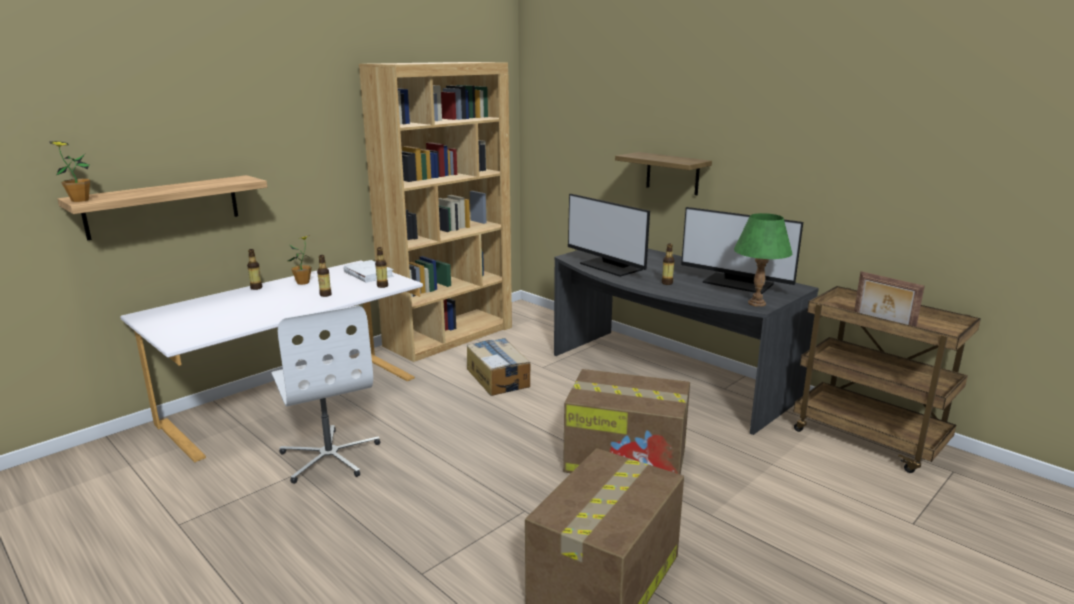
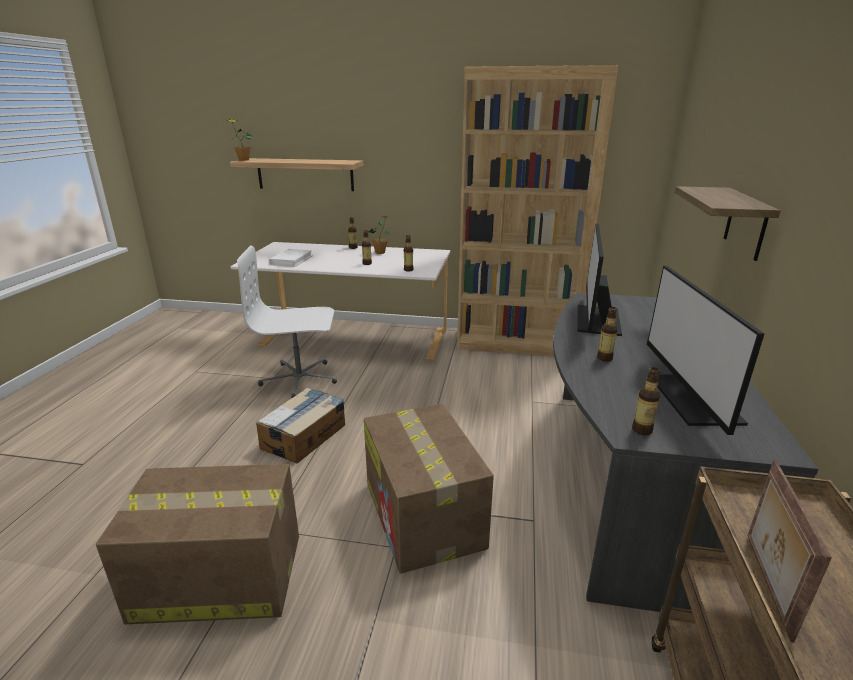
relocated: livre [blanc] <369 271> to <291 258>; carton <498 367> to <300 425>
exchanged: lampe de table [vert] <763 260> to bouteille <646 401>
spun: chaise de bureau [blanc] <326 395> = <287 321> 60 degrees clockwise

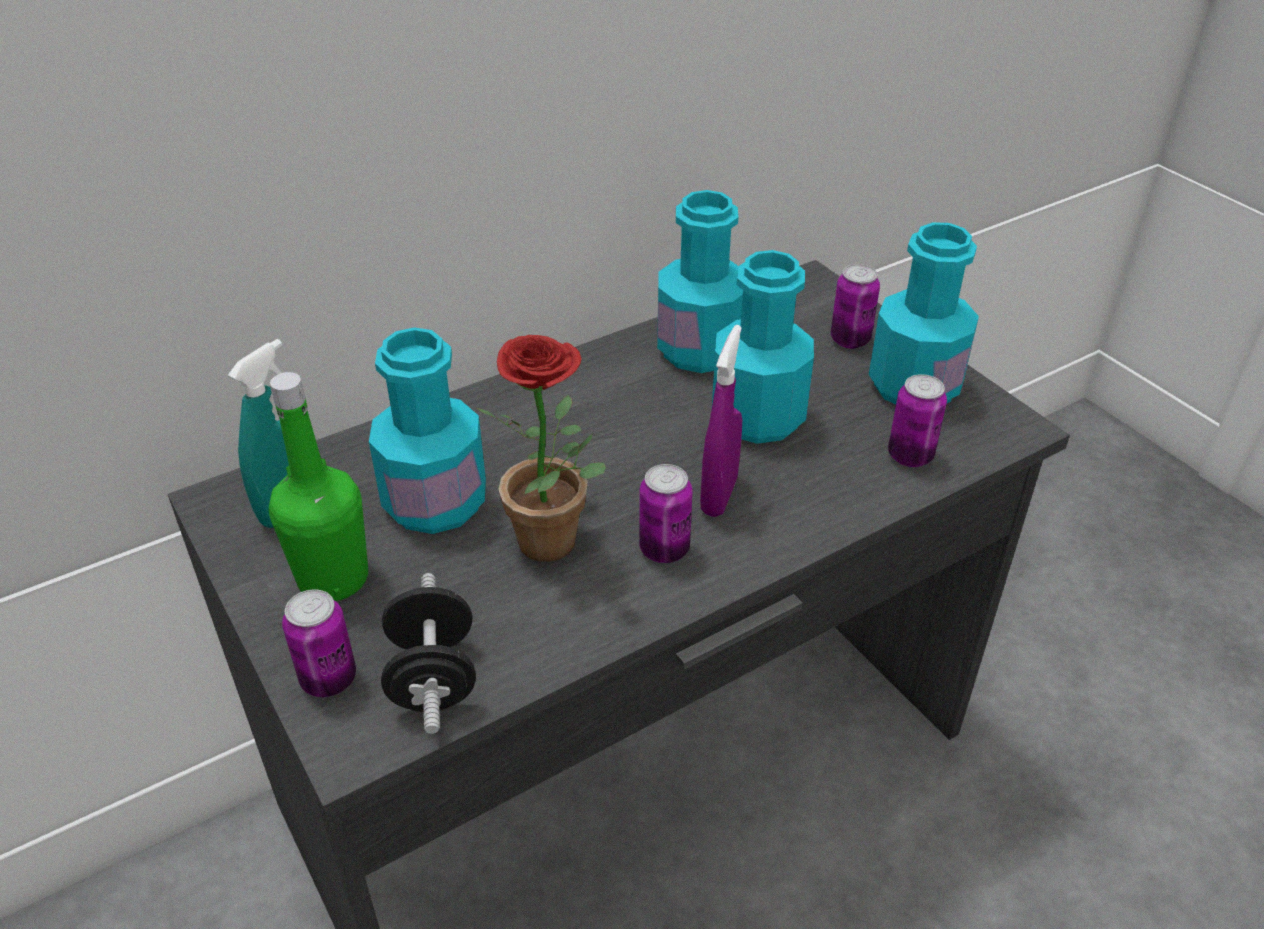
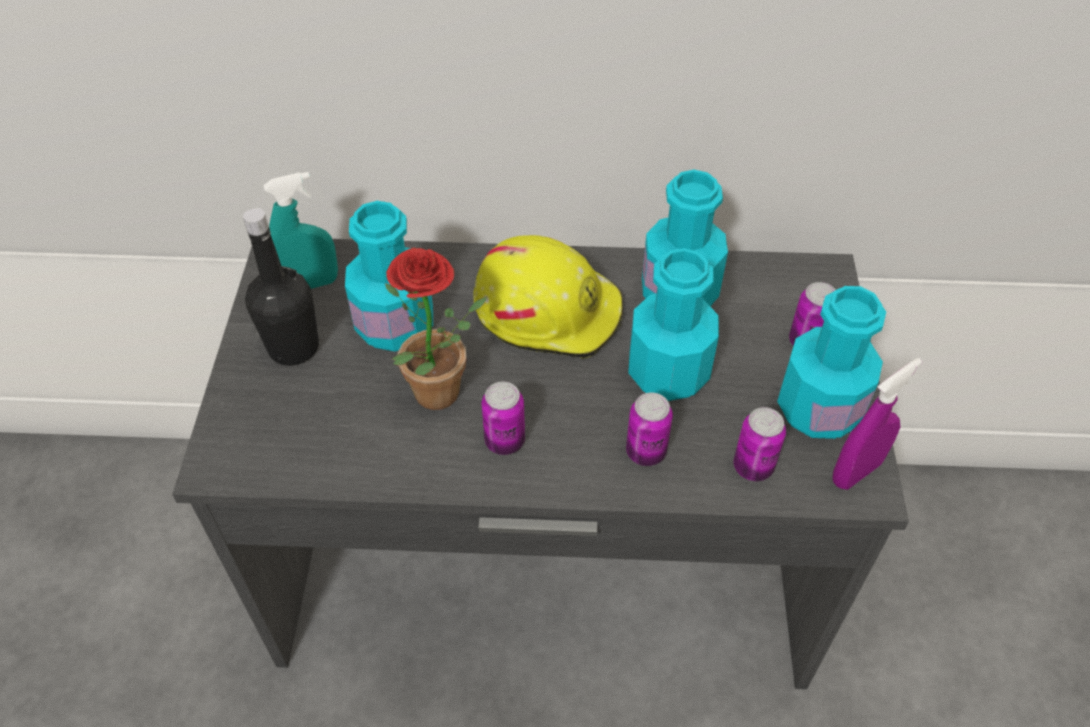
missing: haltère [noir] <428 653>
appeared: casque de chantier [jaune] <548 297>
relocated: boîte métallique <319 643> to <649 429>; vaporisateur [violet] <721 421> to <877 424>
colour: bouteille [vert] <318 486> to bouteille [noir] <281 287>

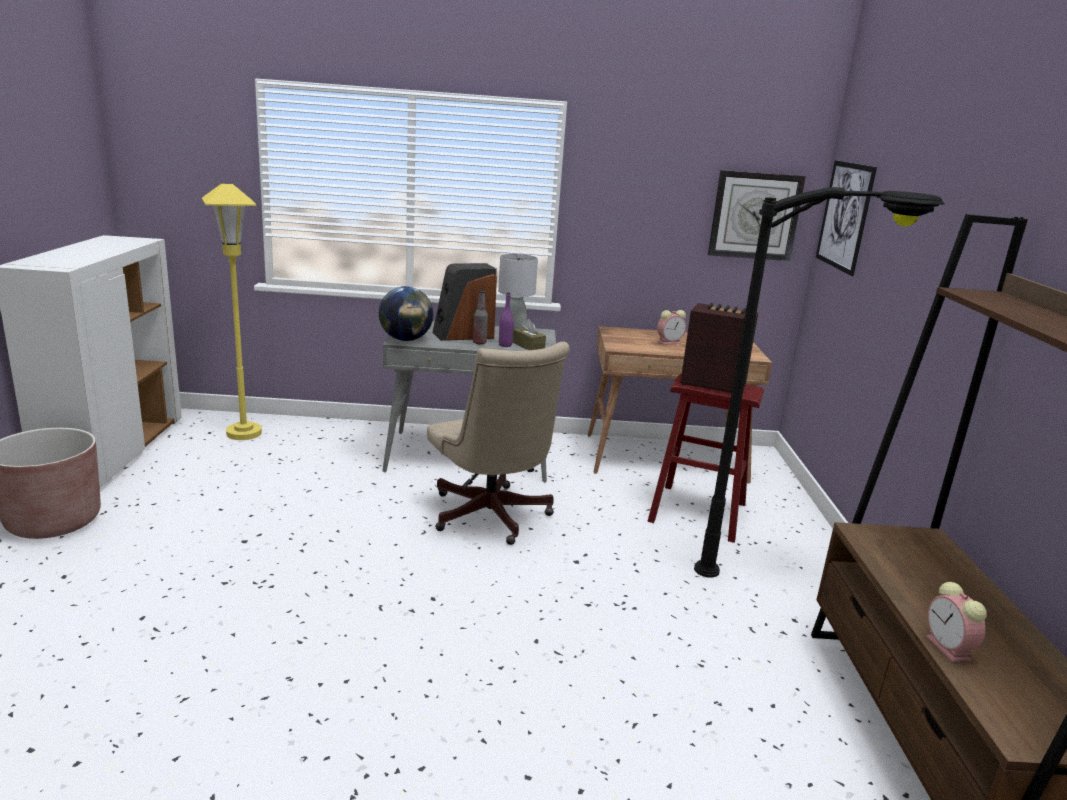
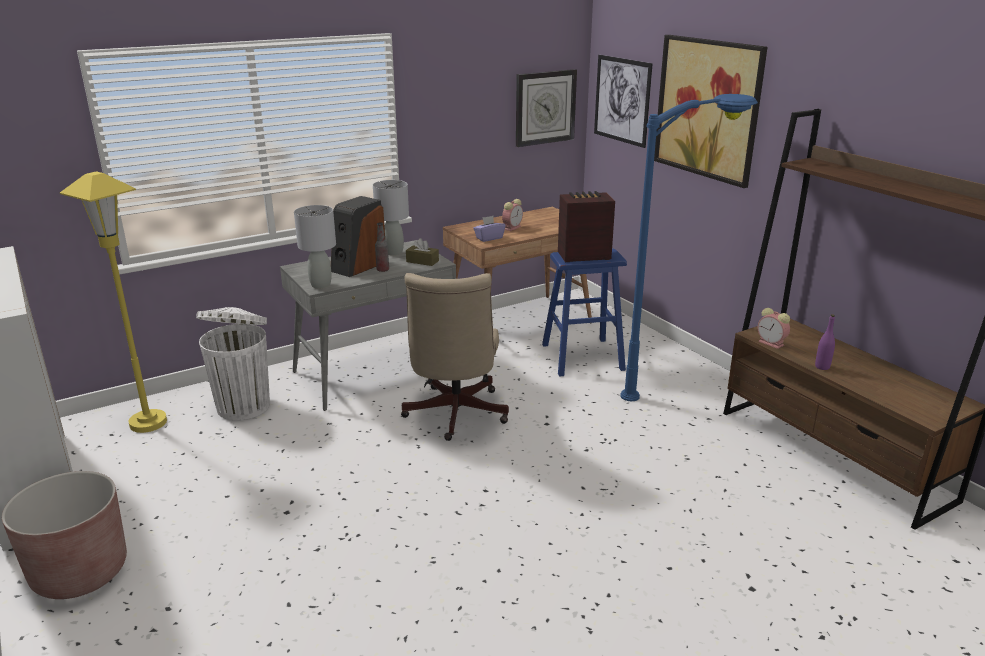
appeared: poubelle [blanc] <233 363>; boîte à mouchoirs [violet] <489 229>; tableau <711 111>
relocated: bouteille [violet] <506 319> to <825 342>; réveil <956 622> to <774 328>
exchanged: globe <406 313> to lampe de table [gris] <315 247>
colour: tabouret [rouge] <706 458> to tabouret [bleu] <584 313>; lampadaire [noir] <819 382> to lampadaire [bleu] <689 247>
spun: chaise de bureau [beige] <498 443> = <455 357> 60 degrees clockwise

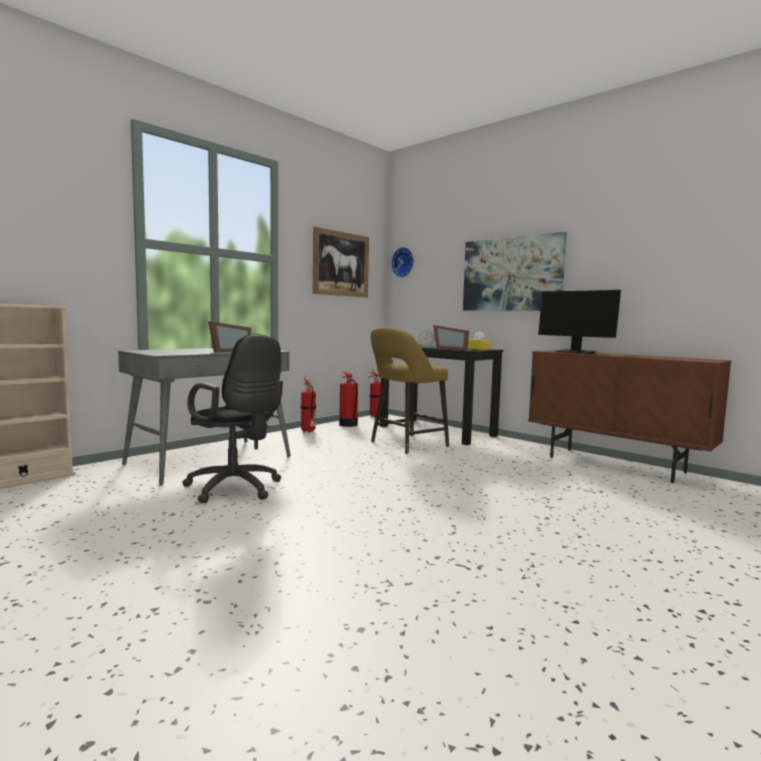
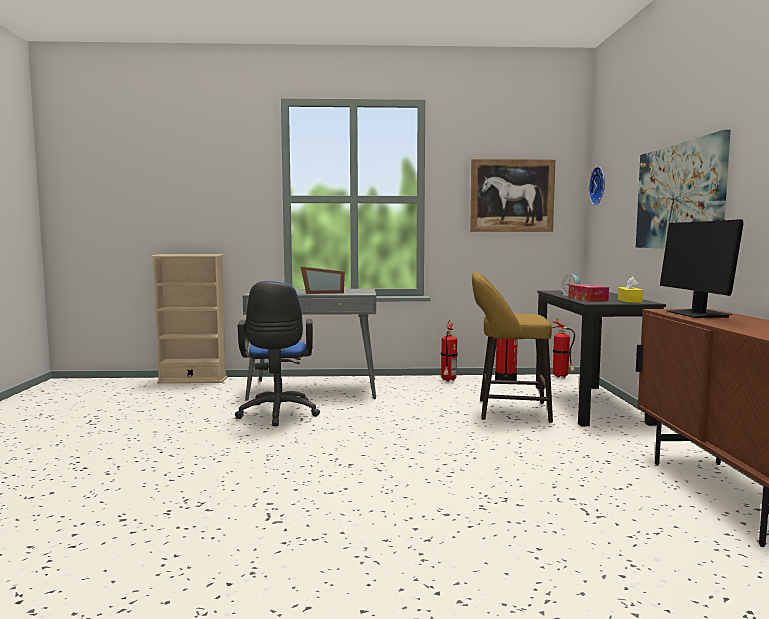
exchanged: cadre photo <451 337> to boîte à mouchoirs <588 293>
colour: chaise de bureau [noir] <232 418> to chaise de bureau [bleu] <277 353>

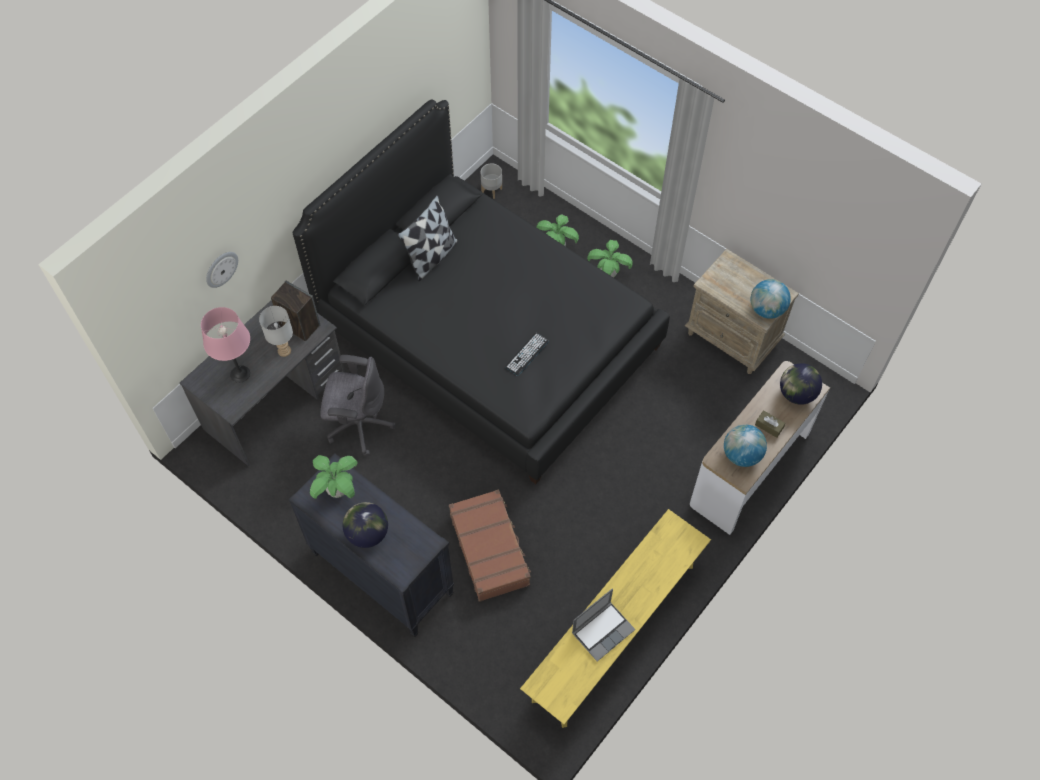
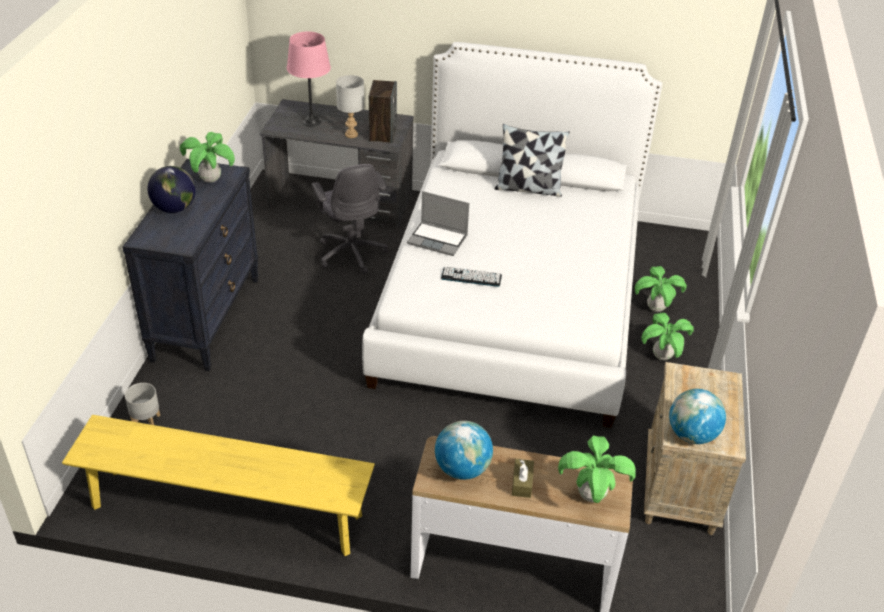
missing: horloge murale <222 270>; valise [marron] <490 545>
relocated: cache-pot [gris] <491 181> to <142 404>; ordinateur portable <603 625> to <438 223>
exchanged: globe <801 384> to plante en pot <597 469>
colour: lit [noir] <481 291> to lit [blanc] <512 235>

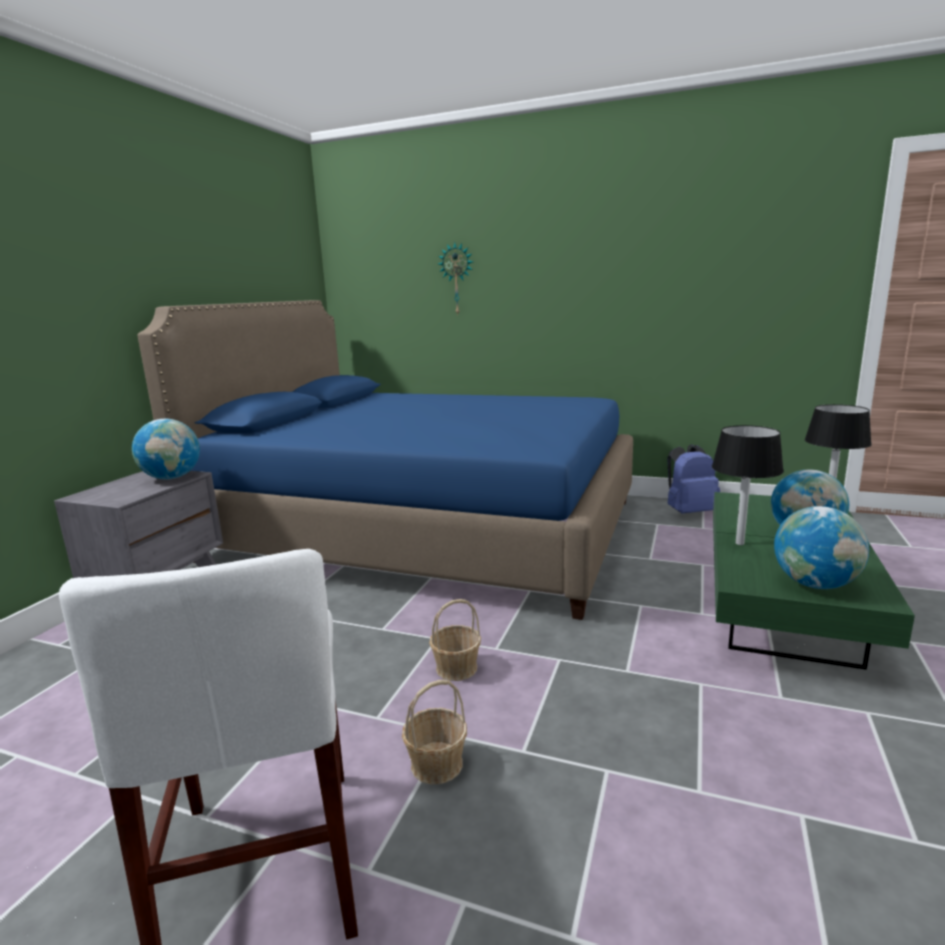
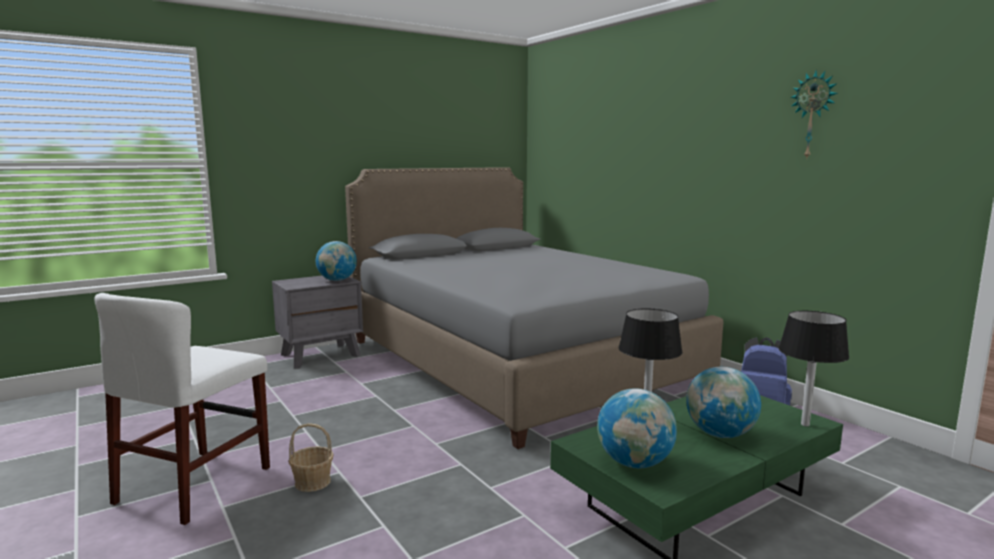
missing: panier <455 640>
relocated: horloge murale <455 278> to <814 115>
colour: lit [bleu] <385 460> to lit [gris] <534 308>

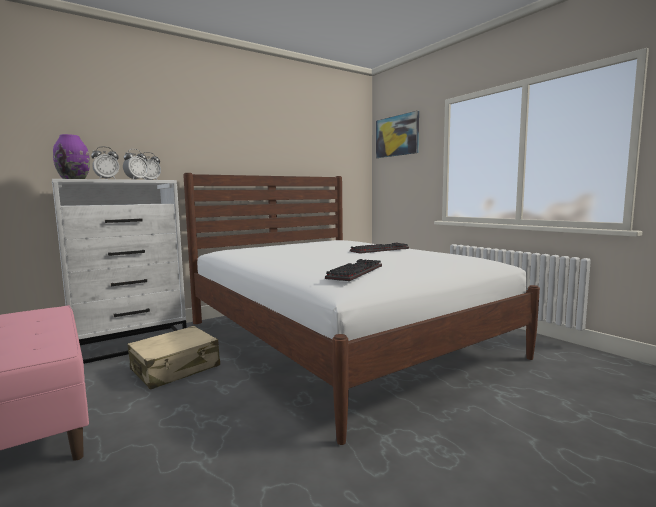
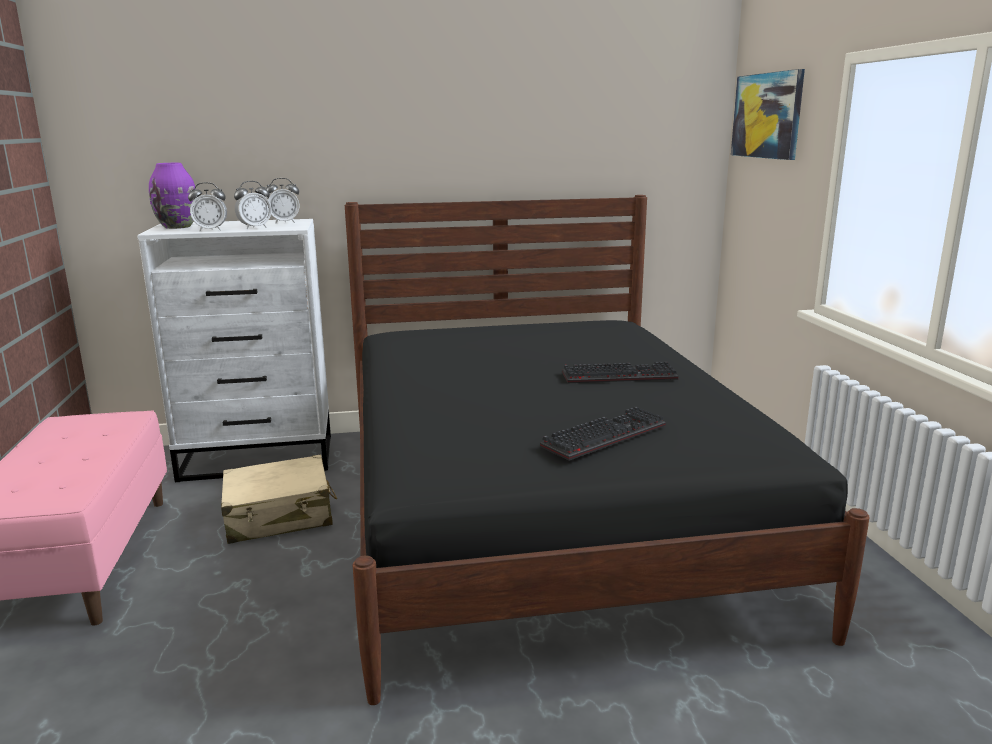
relocated: clavier <353 270> to <603 433>
colour: lit [blanc] <361 309> to lit [noir] <607 450>

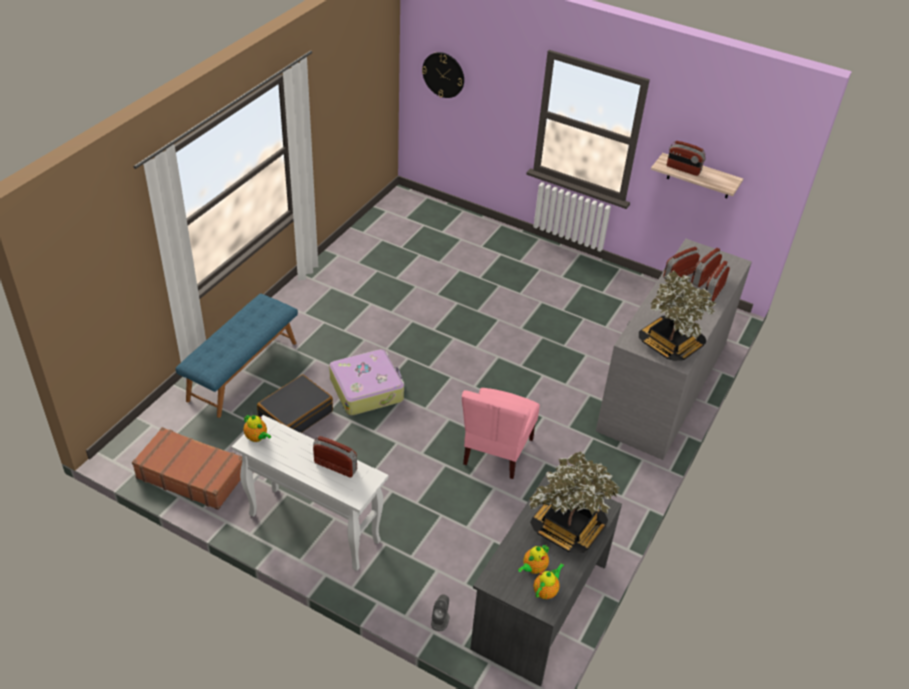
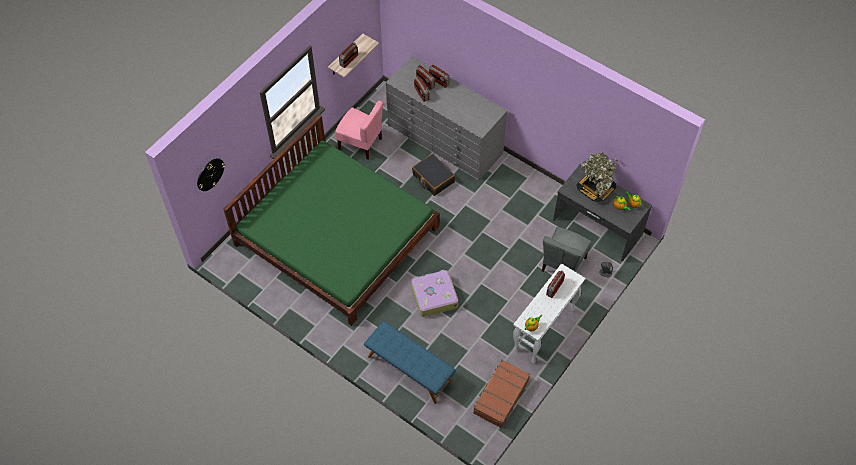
missing: plante en pot <677 315>
appeared: lit [vert] <331 220>; chaise [gris] <566 249>
relocated: valise [noir] <295 404> to <433 175>; chaise [rose] <501 433> to <359 129>

